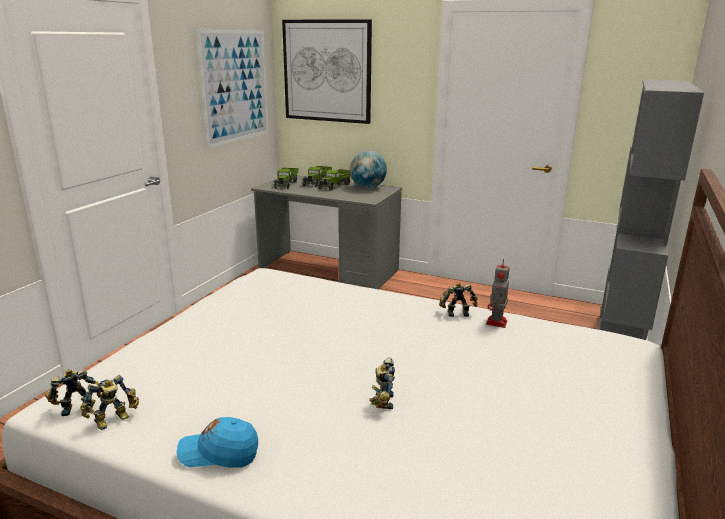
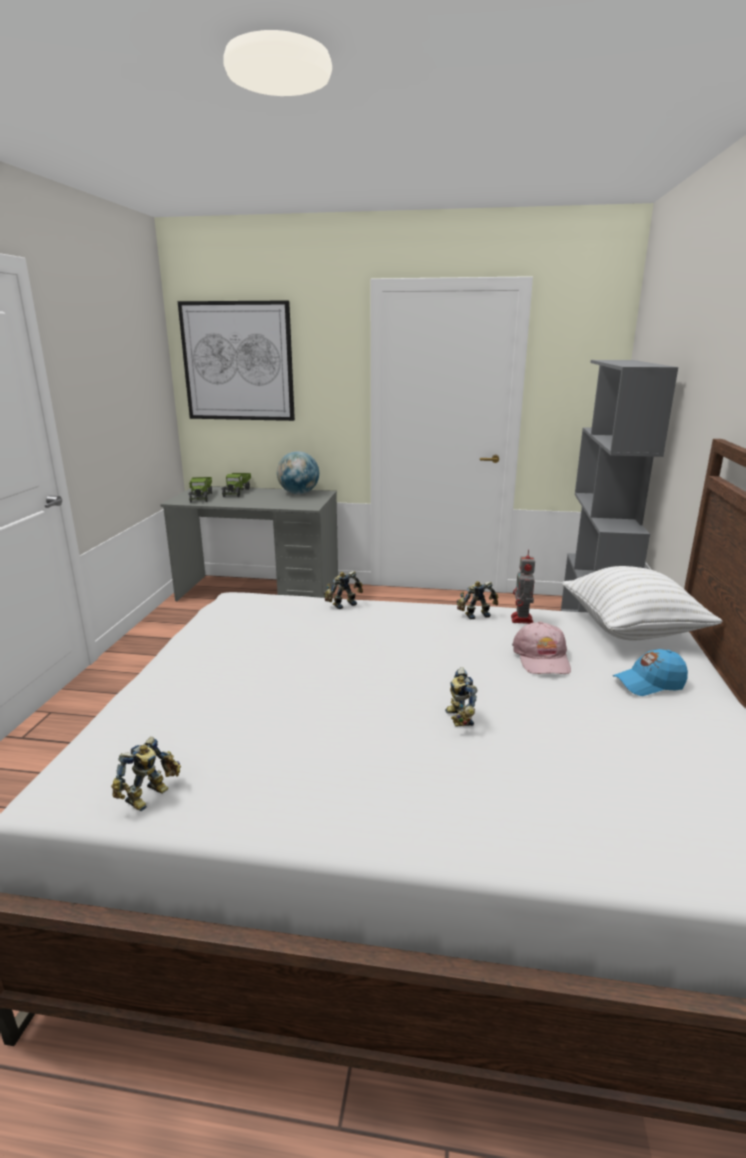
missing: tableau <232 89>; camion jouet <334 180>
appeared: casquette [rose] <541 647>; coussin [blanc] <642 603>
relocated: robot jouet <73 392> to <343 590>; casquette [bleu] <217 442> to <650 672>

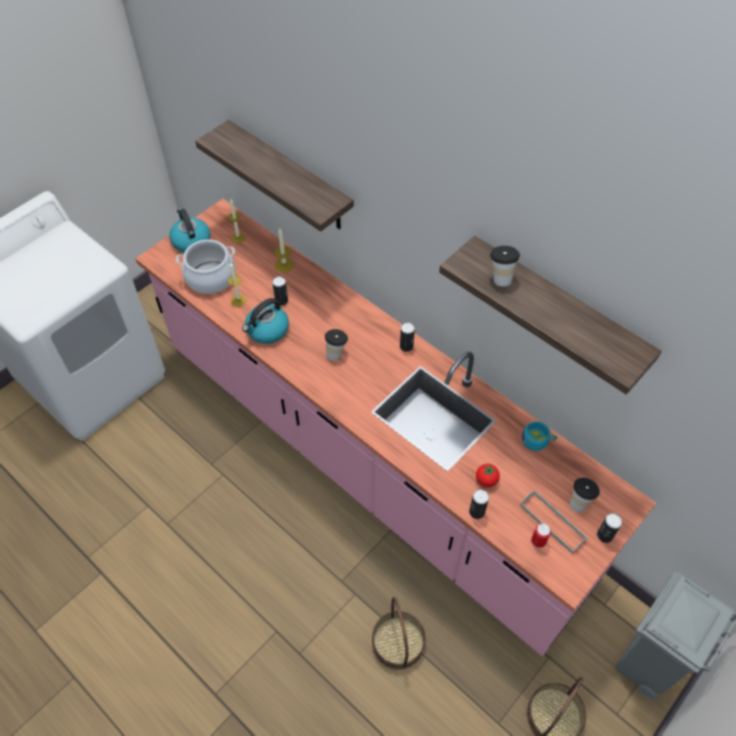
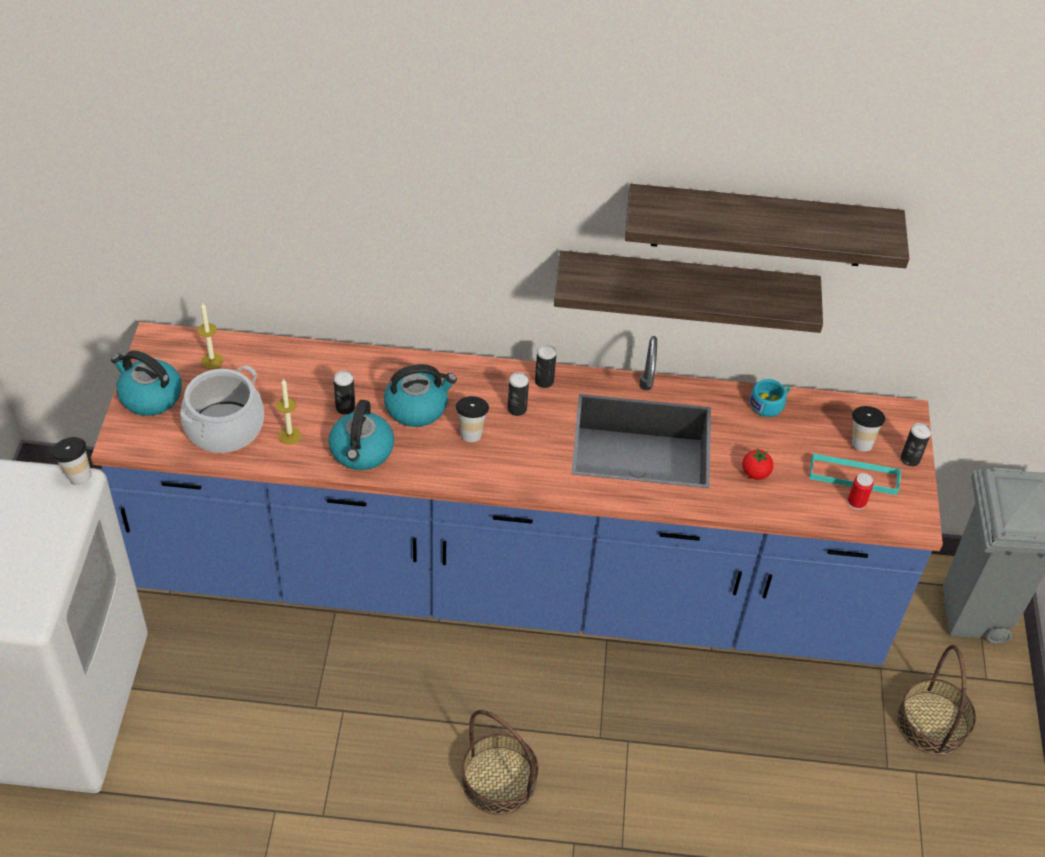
missing: bougie <284 250>
appeared: bouilloire <420 395>
relocated: étagère <274 176> to <688 292>; panier <399 633> to <500 762>; boîte métallique <479 504> to <518 394>; tasse <505 266> to <71 461>
colour: comptoir de cuisine [rose] <395 427> to comptoir de cuisine [bleu] <517 493>; plateau [gris] <554 522> to plateau [turquoise] <855 474>

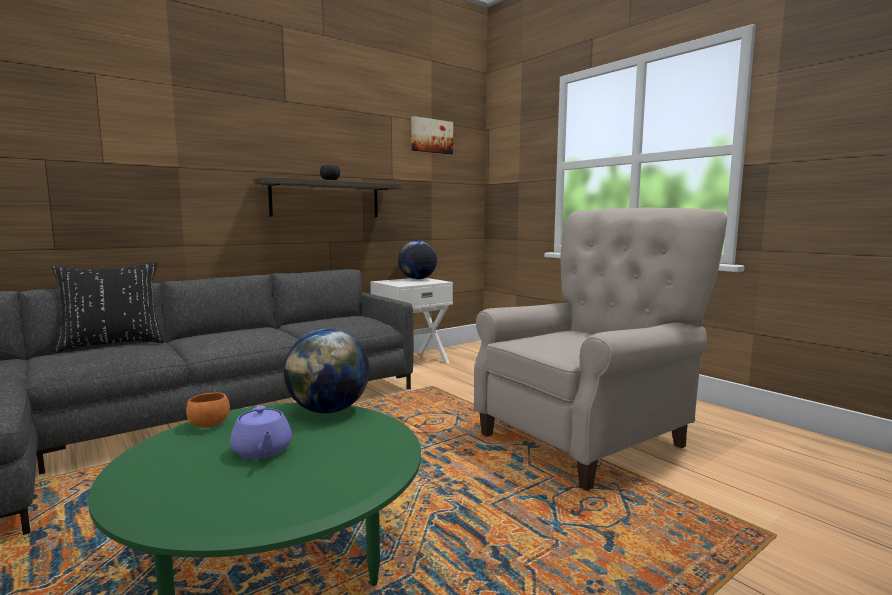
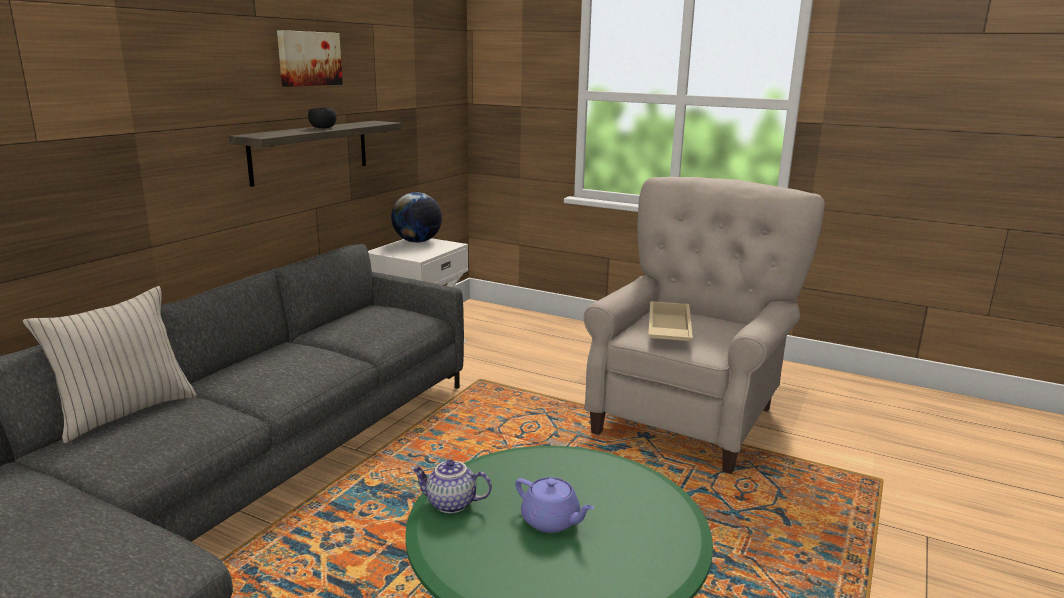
missing: globe <327 371>
appeared: plateau [beige] <670 321>
relocated: tableau <432 135> to <310 58>
exchanged: bol [orange] <208 410> to théière <451 486>
colour: coussin [noir] <108 307> to coussin [beige] <110 364>

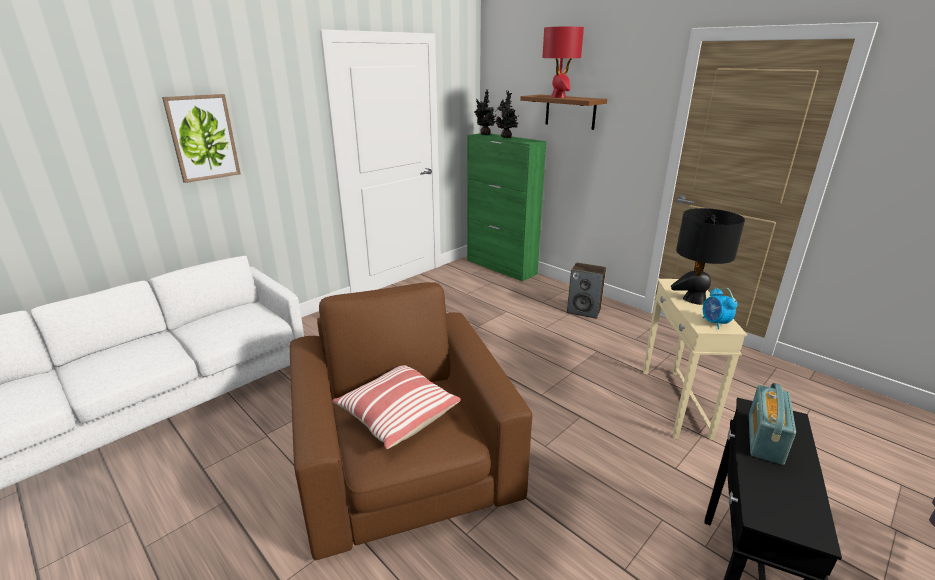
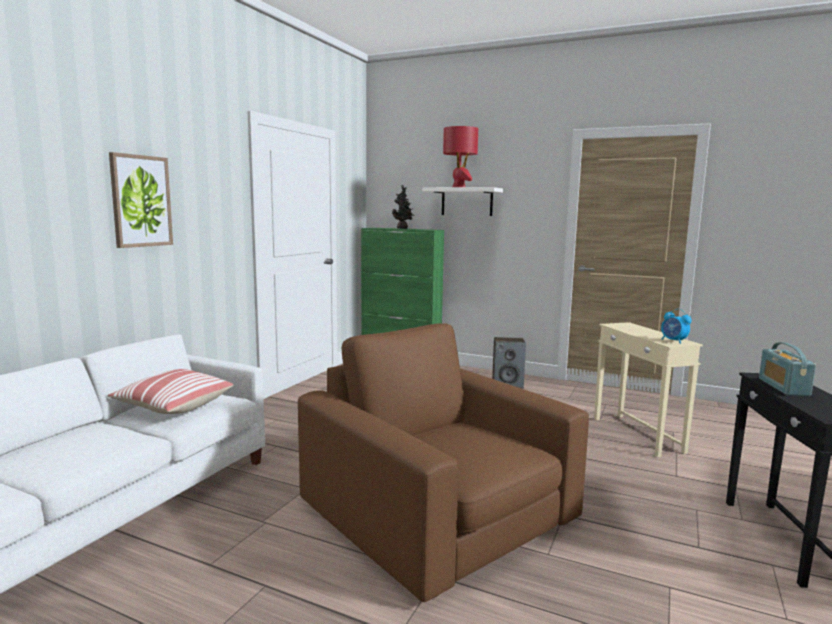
missing: plante en pot <485 112>; lampe de table [noir] <708 256>
relocated: coussin <396 407> to <170 391>
colour: étagère [marron] <563 112> to étagère [blanc] <462 201>

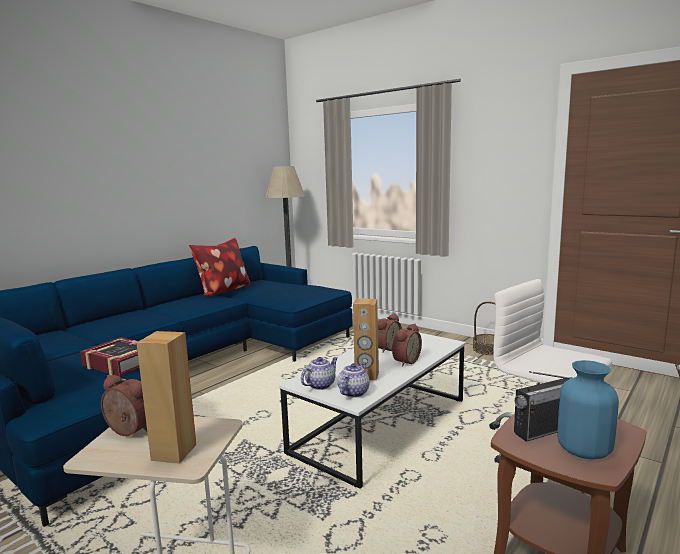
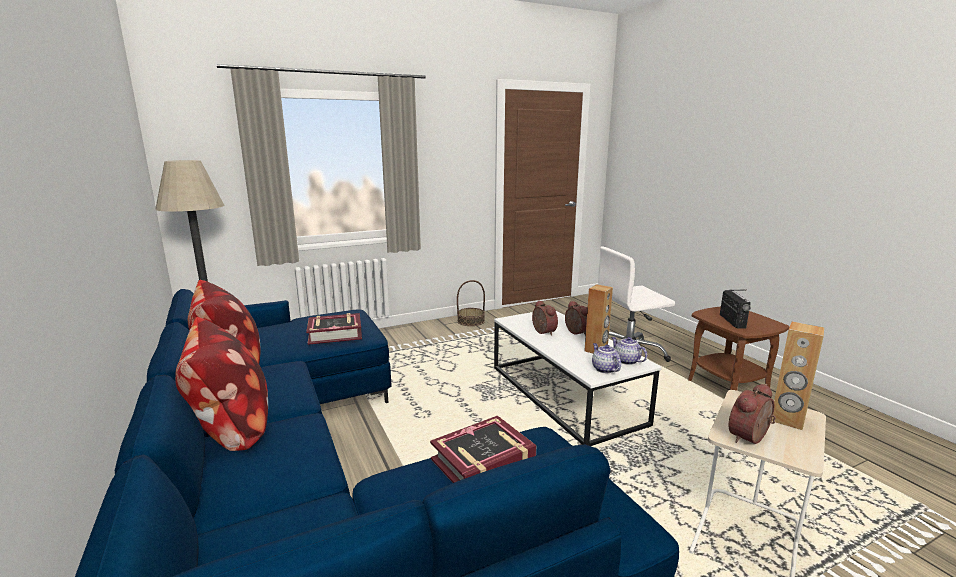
missing: vase [bleu] <588 410>
appeared: coussin <221 384>; livre <334 329>

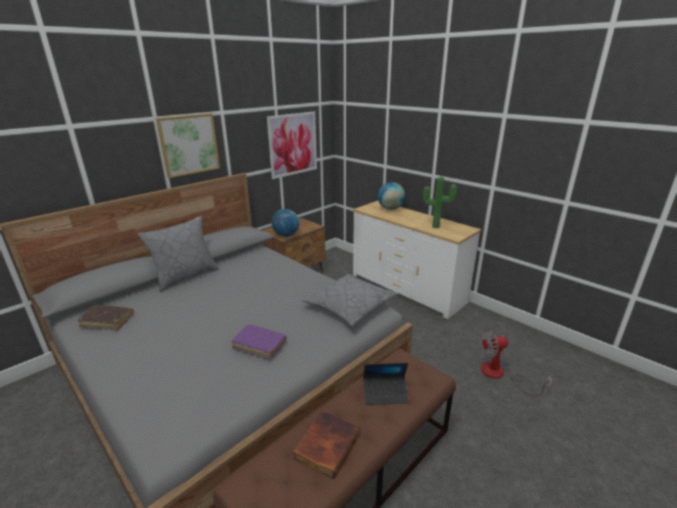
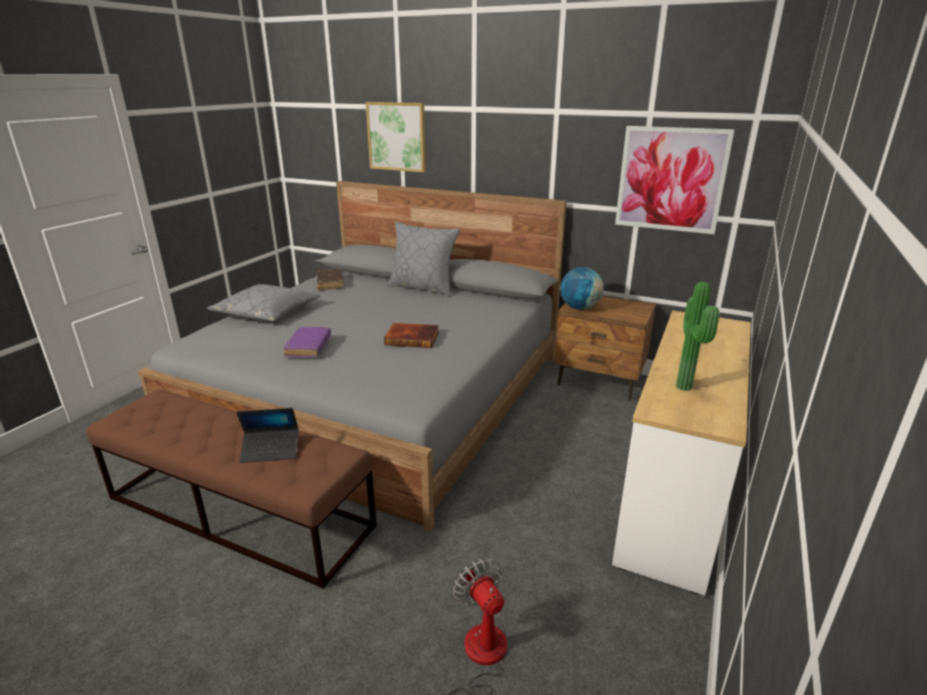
missing: globe <391 196>
relocated: tableau <188 145> to <395 137>; livre <326 445> to <411 335>; coussin [gris] <349 300> to <263 303>
spun: ordinateur portable <386 384> = <267 435> 75 degrees counterclockwise

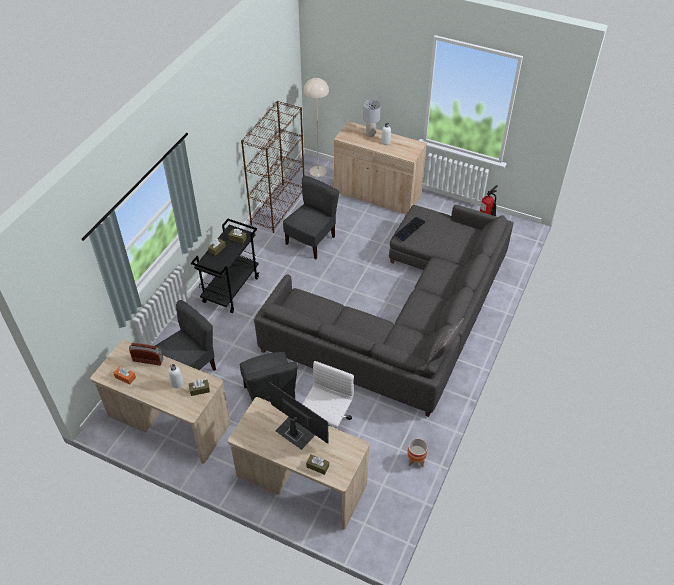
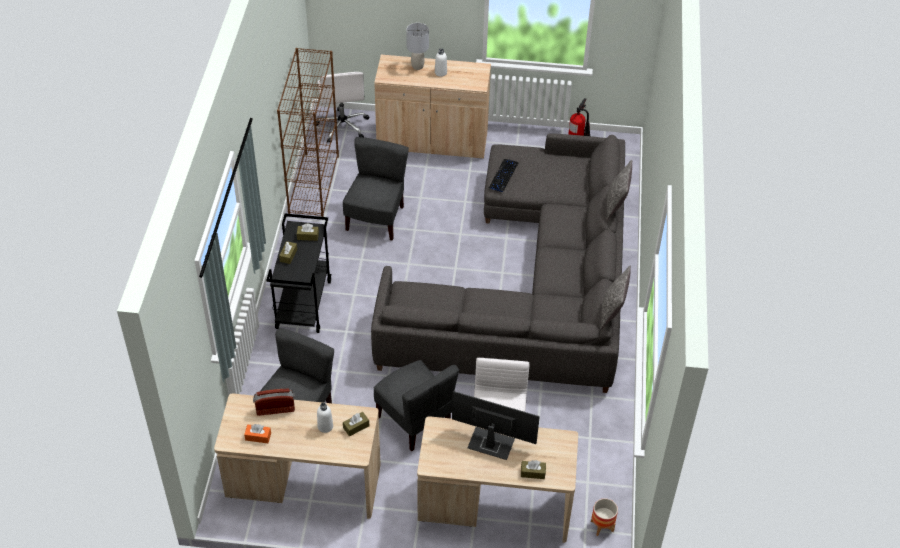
appeared: coussin <619 189>
relocated: cache-pot <417 452> to <604 517>
exchanged: lampadaire [beige] <316 127> to chaise de bureau [blanc] <342 107>

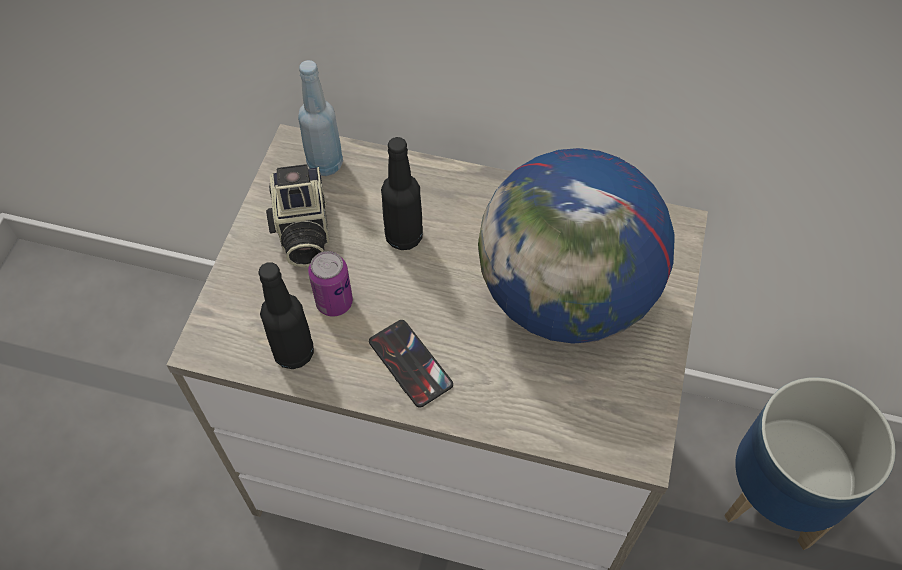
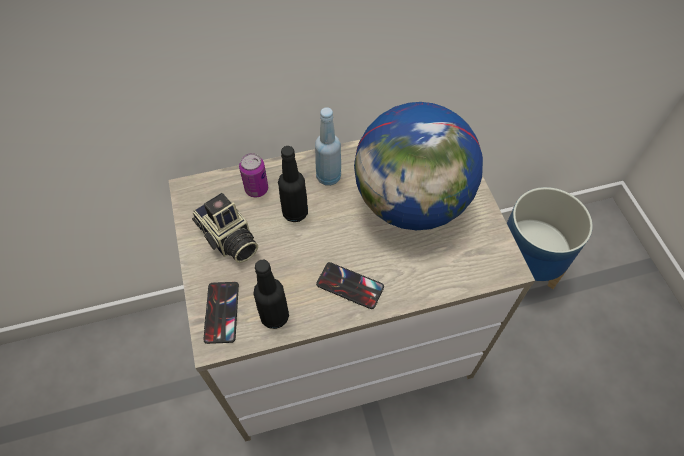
appeared: téléphone <221 313>
relocated: bouteille [bleu] <320 118> to <328 146>; boîte métallique <330 284> to <253 175>

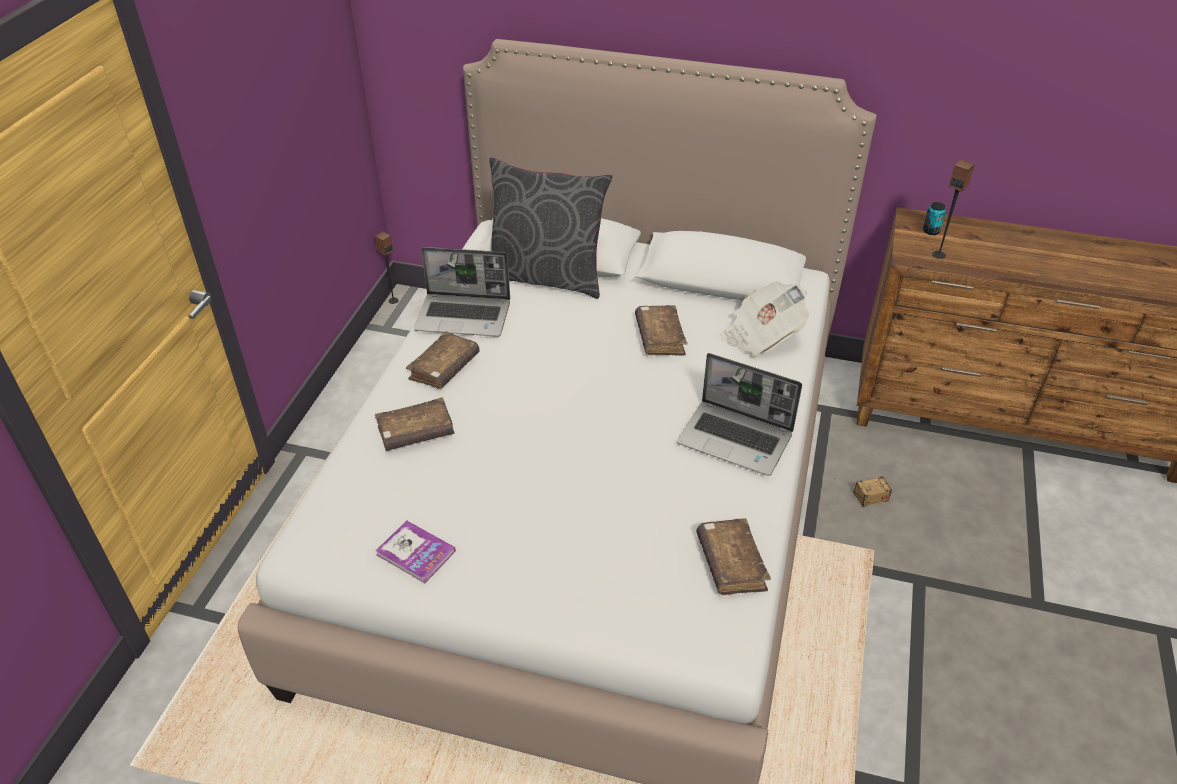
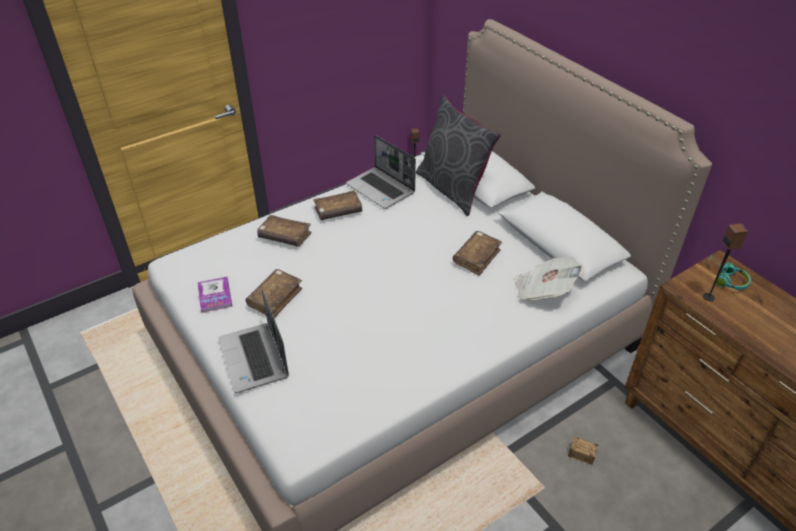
relocated: ordinateur portable <739 414> to <253 341>; livre [marron] <733 556> to <274 293>
exchanged: boîte métallique <934 218> to casque audio [turquoise] <729 272>

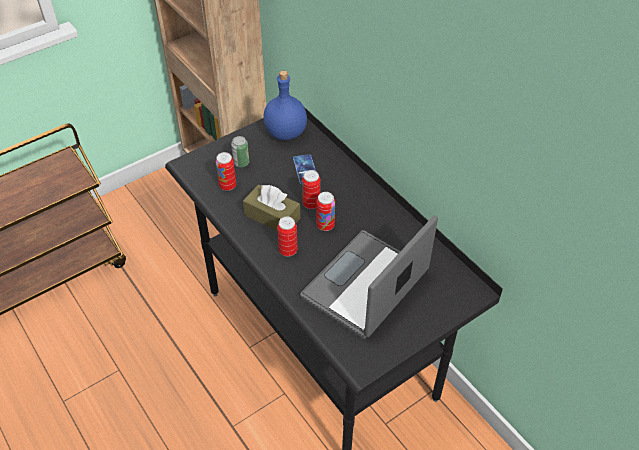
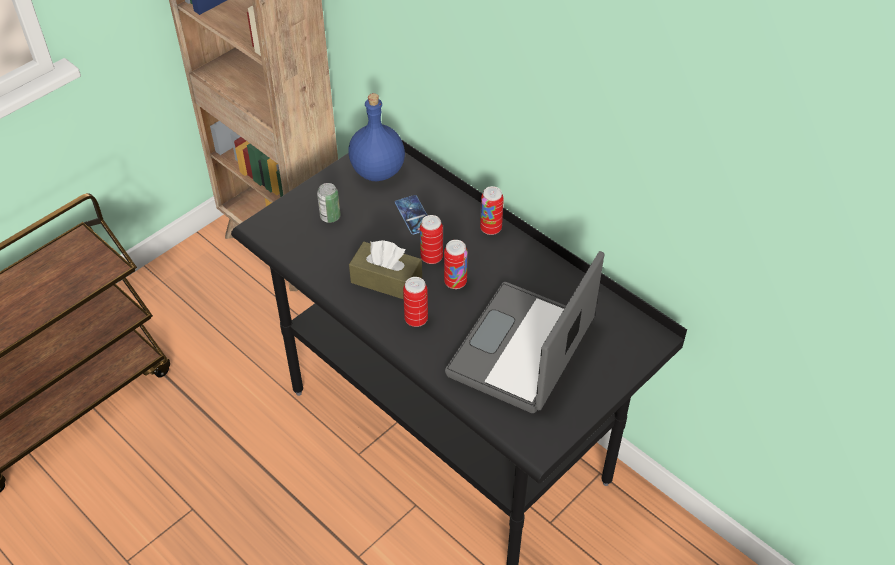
relocated: boîte métallique <226 171> to <492 210>

